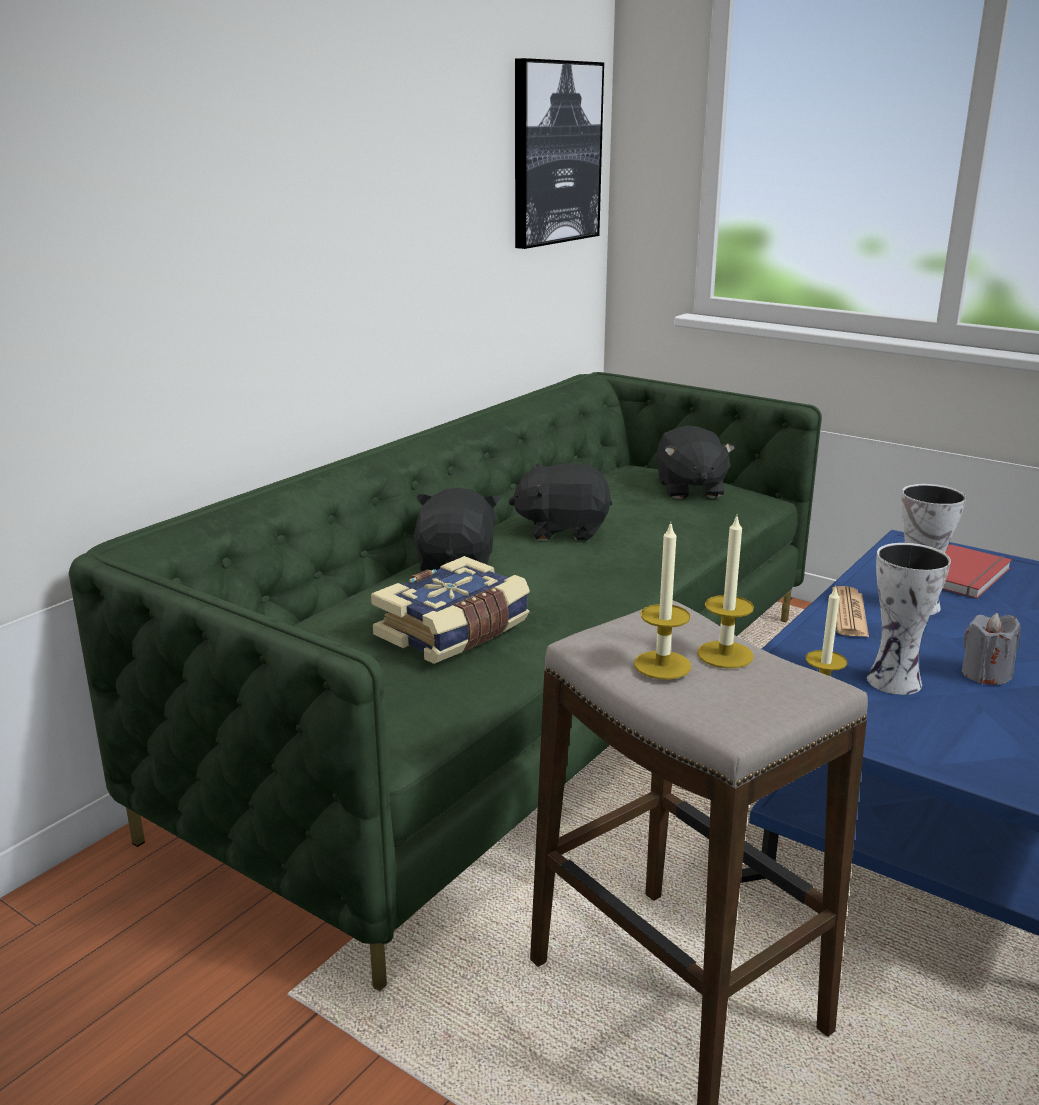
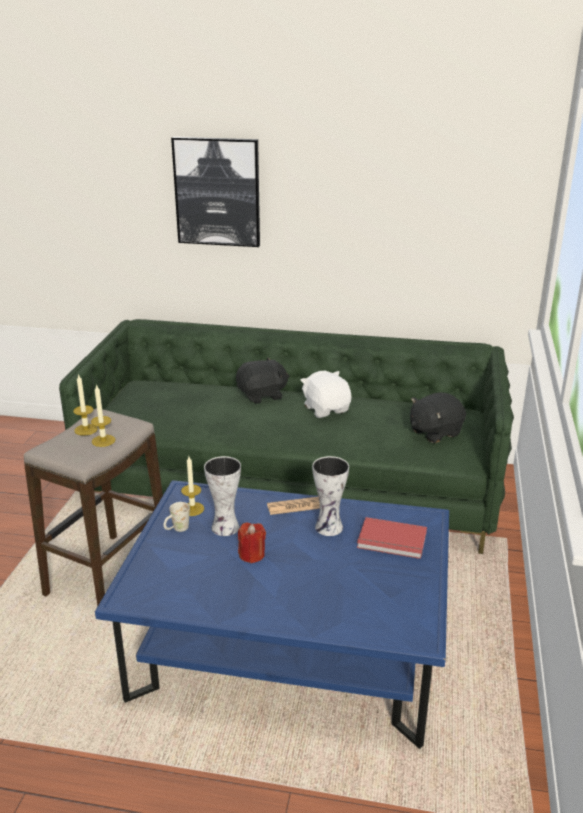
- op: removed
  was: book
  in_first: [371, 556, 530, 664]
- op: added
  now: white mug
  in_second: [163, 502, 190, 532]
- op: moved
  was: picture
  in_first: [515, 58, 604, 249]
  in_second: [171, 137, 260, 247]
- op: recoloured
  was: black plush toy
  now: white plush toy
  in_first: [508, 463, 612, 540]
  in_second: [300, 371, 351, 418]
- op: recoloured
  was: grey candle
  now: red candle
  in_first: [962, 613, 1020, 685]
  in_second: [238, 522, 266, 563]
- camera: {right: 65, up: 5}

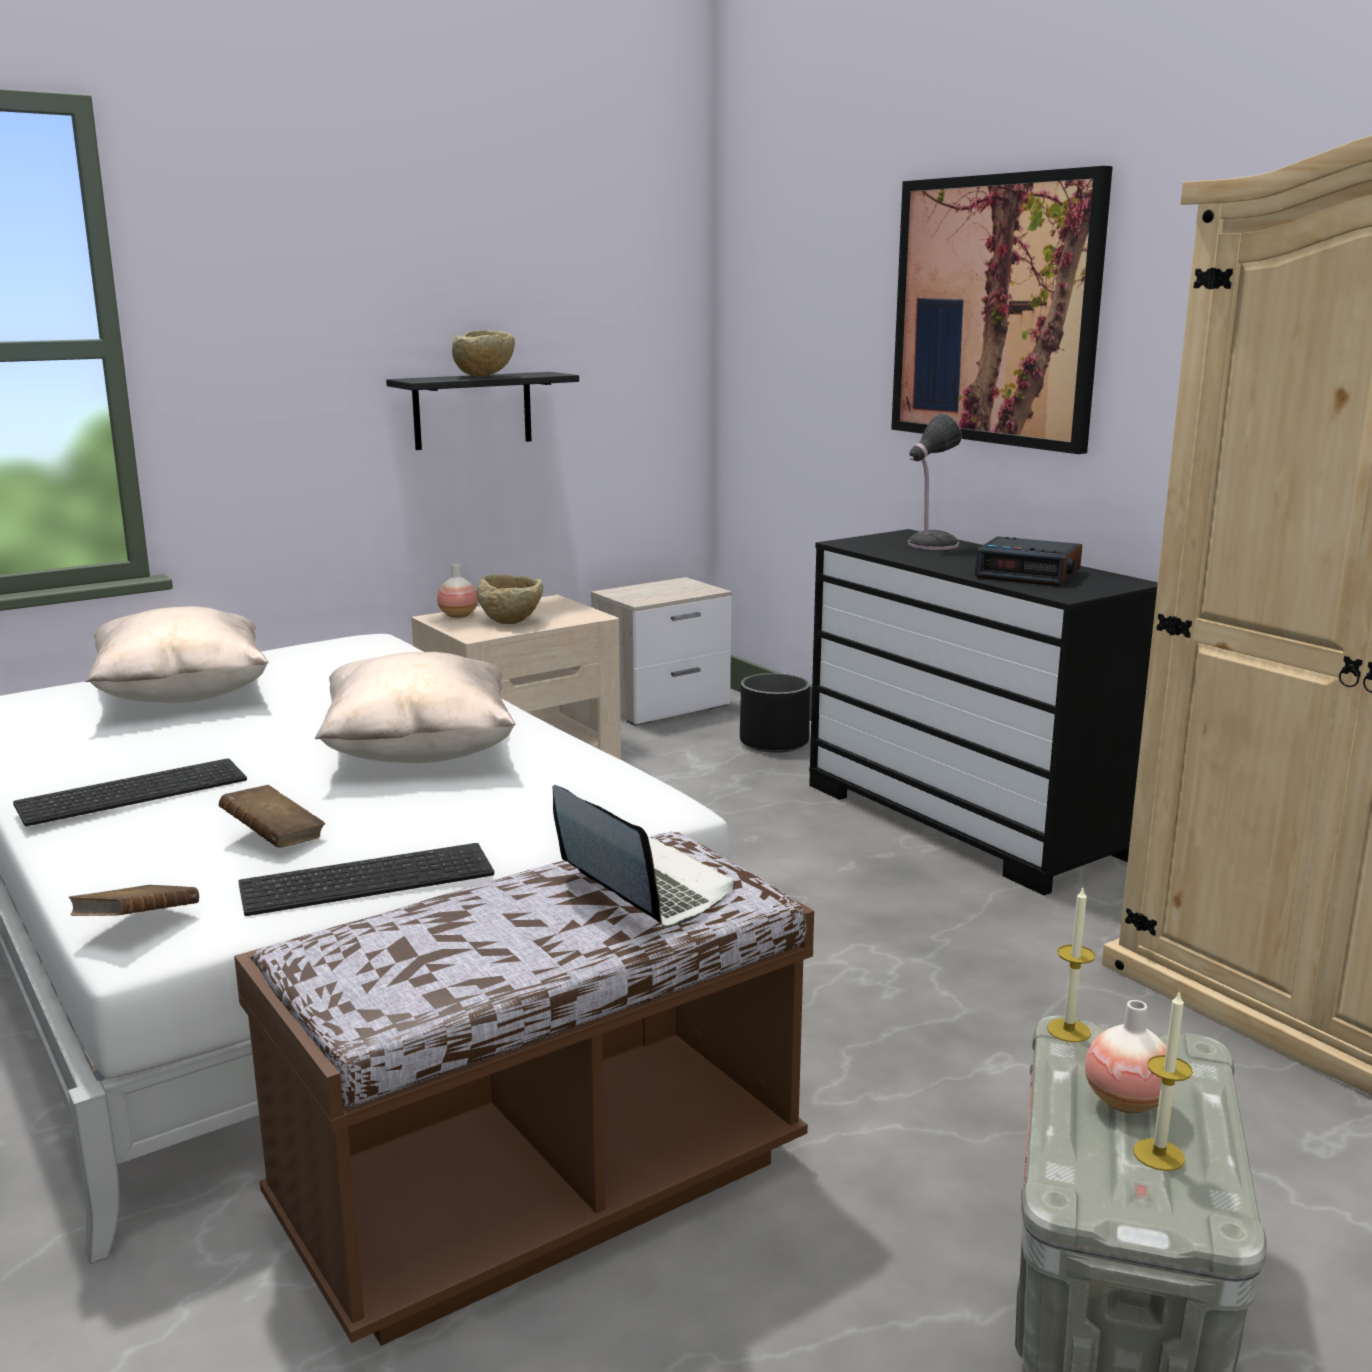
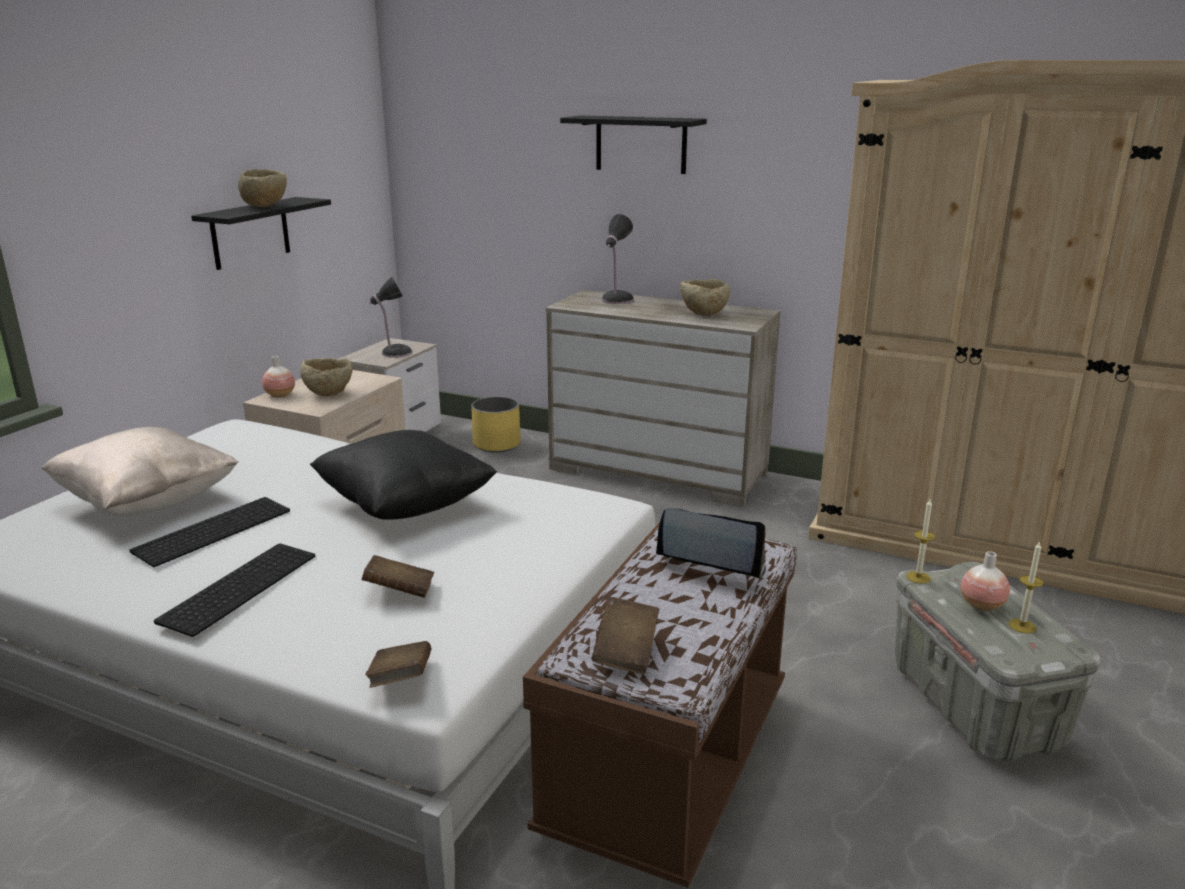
- op: added
  now: table lamp
  in_second: [369, 276, 412, 358]
- op: added
  now: brown book
  in_second: [592, 597, 659, 674]
- op: moved
  was: keyboard
  in_first: [238, 843, 494, 916]
  in_second: [130, 497, 290, 567]
- op: replaced
  was: picture
  now: black shelf
  in_first: [891, 166, 1113, 454]
  in_second: [560, 116, 707, 174]
- op: replaced
  was: alarm clock
  now: beige bowl
  in_first: [974, 536, 1082, 586]
  in_second: [680, 279, 730, 316]
- op: recoloured
  was: beige pillow
  now: black pillow
  in_first: [315, 652, 516, 763]
  in_second: [310, 430, 497, 520]
- op: recoloured
  was: black planter
  now: yellow planter
  in_first: [740, 673, 810, 753]
  in_second: [471, 397, 521, 452]
- op: recoloured
  was: black dresser
  now: beige dresser
  in_first: [809, 529, 1158, 896]
  in_second: [546, 290, 780, 507]
- camera: {right: -30, up: 5}

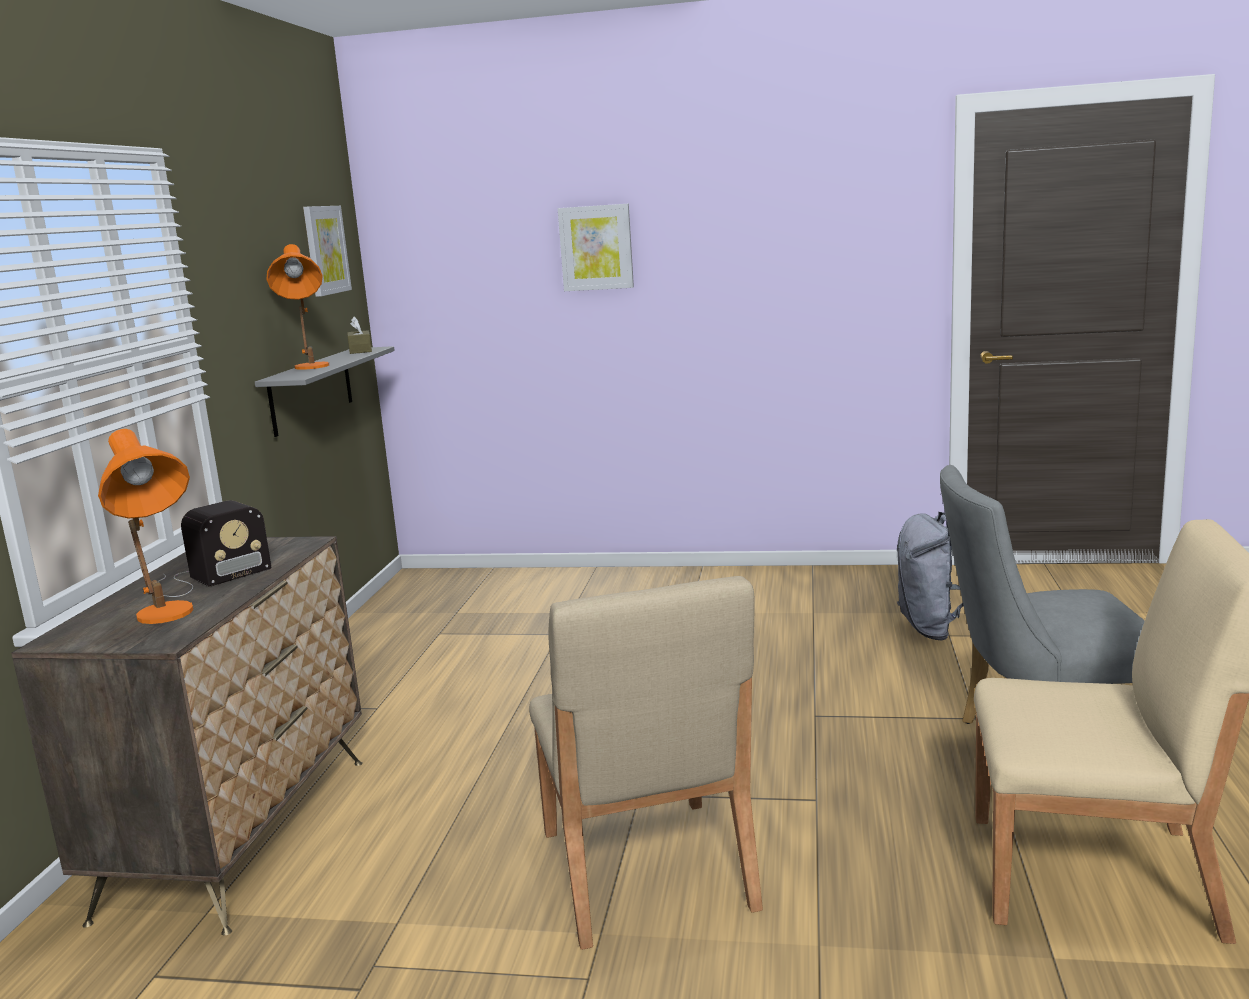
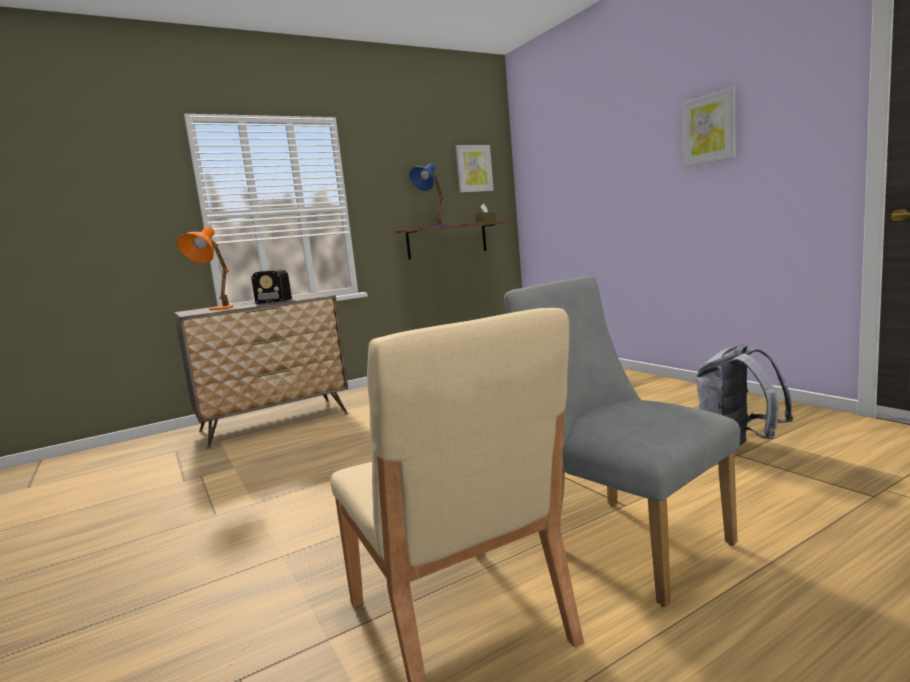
- op: removed
  was: beige chair
  in_first: [529, 576, 763, 950]
- op: moved
  was: picture
  in_first: [558, 204, 634, 291]
  in_second: [682, 87, 736, 167]
- op: recoloured
  was: grey shelf
  now: brown shelf
  in_first: [255, 346, 395, 437]
  in_second: [395, 221, 506, 260]
- op: recoloured
  was: orange table lamp
  now: blue table lamp
  in_first: [266, 244, 329, 370]
  in_second: [409, 163, 445, 227]
- camera: {right: 50, up: -5}

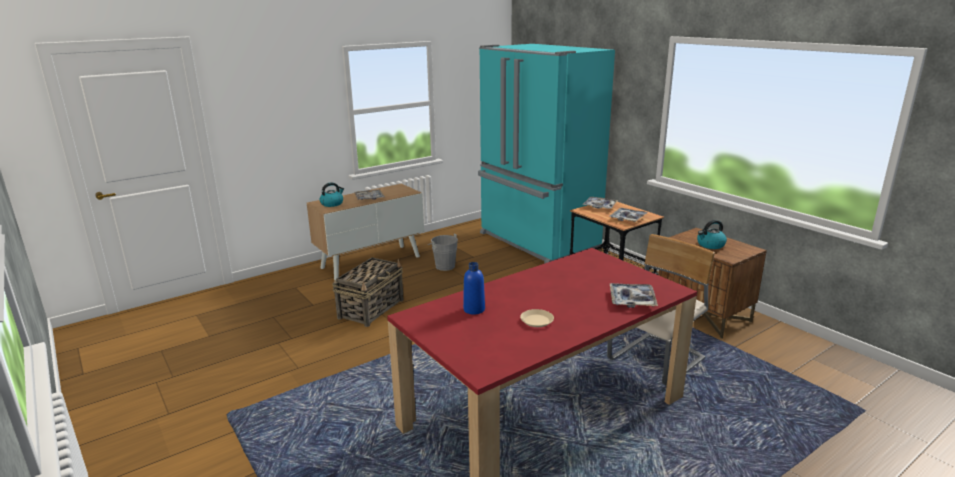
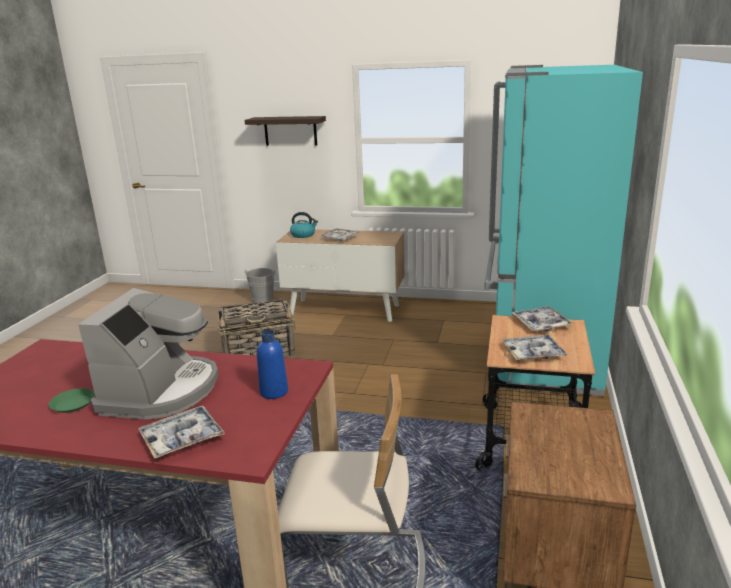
- op: removed
  was: kettle
  in_first: [697, 220, 727, 249]
- op: added
  now: coffee machine
  in_second: [78, 288, 219, 420]
- op: added
  now: shelf
  in_second: [245, 116, 326, 146]
- op: moved
  was: grey bucket
  in_first: [428, 234, 458, 271]
  in_second: [245, 268, 277, 303]
- op: moved
  was: blue bottle
  in_first: [463, 262, 485, 314]
  in_second: [257, 330, 288, 399]
- op: recoloured
  was: beige plate
  now: green plate
  in_first: [520, 309, 554, 327]
  in_second: [48, 388, 95, 413]
- camera: {right: 50, up: 0}

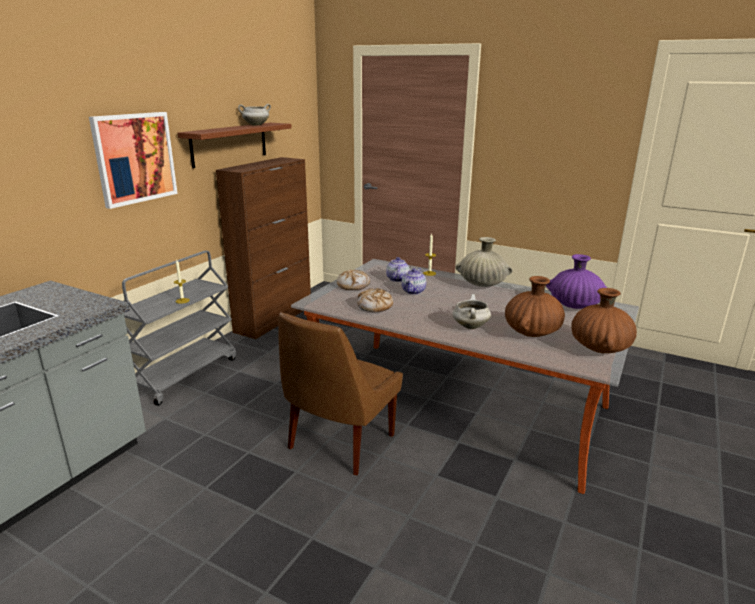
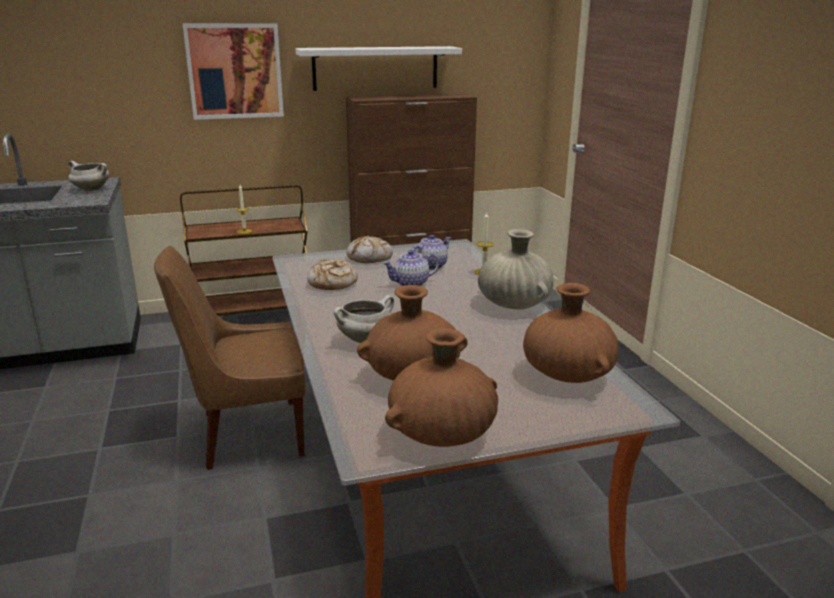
- op: moved
  was: white cooking pot
  in_first: [238, 104, 271, 126]
  in_second: [68, 161, 109, 191]
- op: recoloured
  was: grey cart
  now: brown cart
  in_first: [122, 250, 236, 406]
  in_second: [180, 185, 308, 316]
- op: recoloured
  was: brown shelf
  now: white shelf
  in_first: [178, 123, 292, 168]
  in_second: [295, 46, 462, 91]
- op: recoloured
  was: purple vase
  now: brown vase
  in_first: [546, 254, 607, 309]
  in_second: [523, 283, 619, 383]
- camera: {right: 45, up: 0}

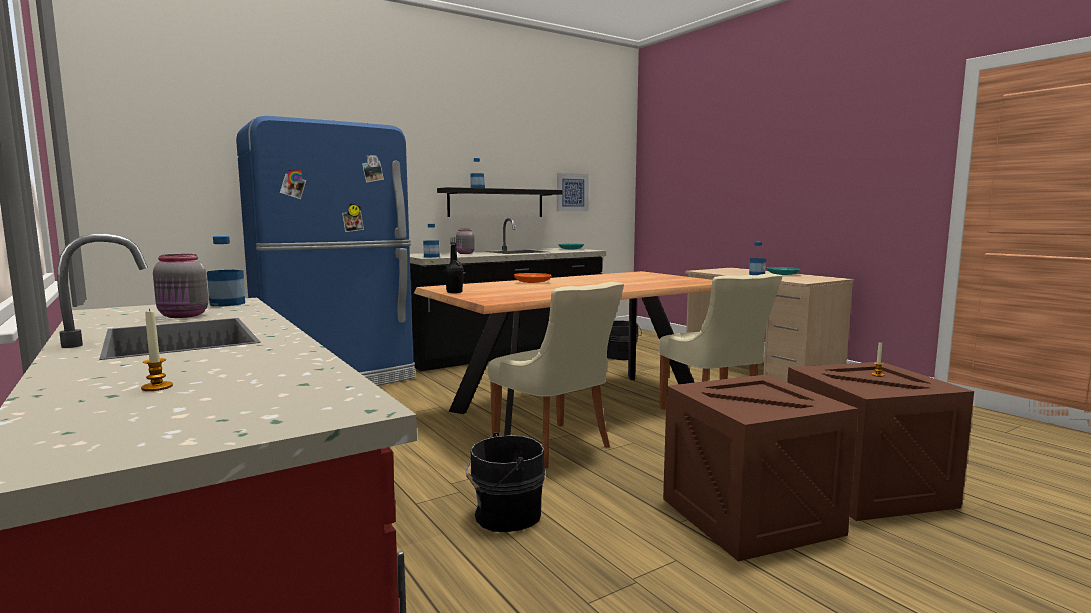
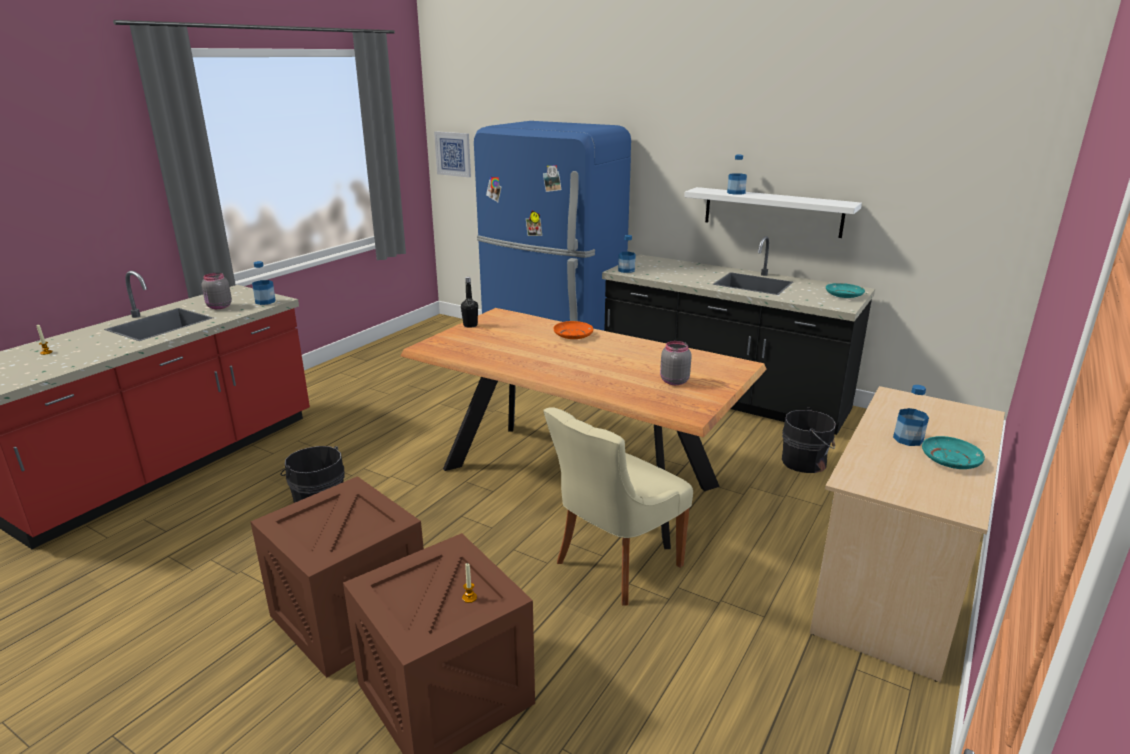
- op: removed
  was: beige chair
  in_first: [488, 282, 624, 469]
- op: moved
  was: grey jar
  in_first: [456, 229, 475, 254]
  in_second: [660, 341, 692, 385]
- op: moved
  was: picture
  in_first: [557, 173, 589, 211]
  in_second: [434, 131, 471, 177]
- op: recoloured
  was: black shelf
  now: white shelf
  in_first: [437, 187, 562, 217]
  in_second: [684, 187, 862, 238]
- camera: {right: 65, up: 15}

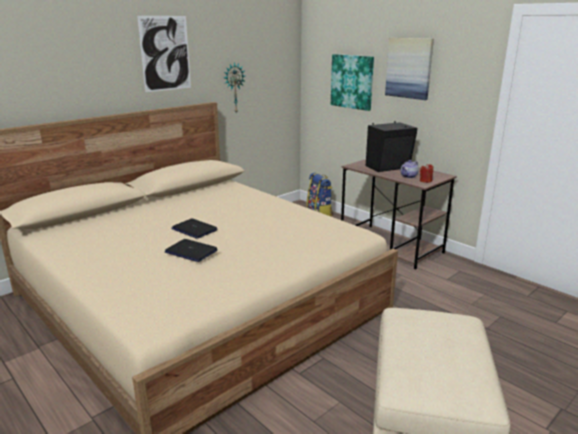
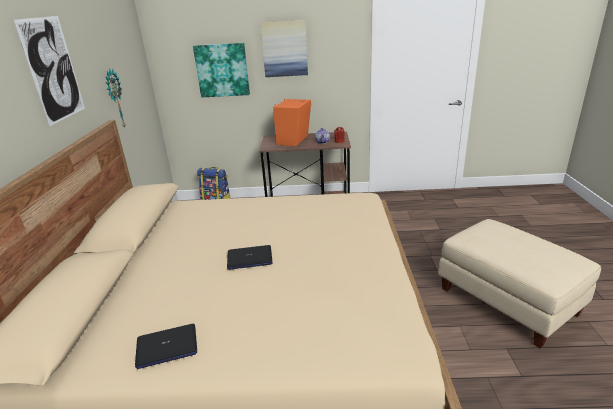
- op: moved
  was: laptop
  in_first: [165, 239, 218, 262]
  in_second: [135, 324, 197, 369]
- op: recoloured
  was: black speaker
  now: orange speaker
  in_first: [366, 121, 417, 172]
  in_second: [273, 99, 311, 146]
- camera: {right: -45, up: 5}

